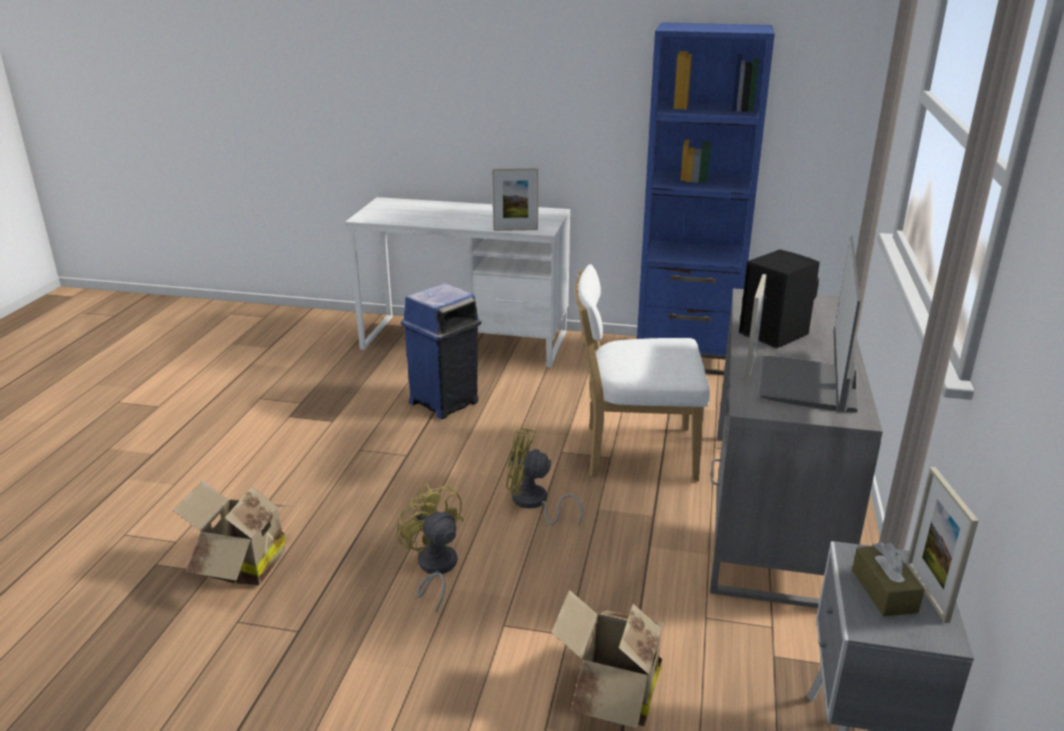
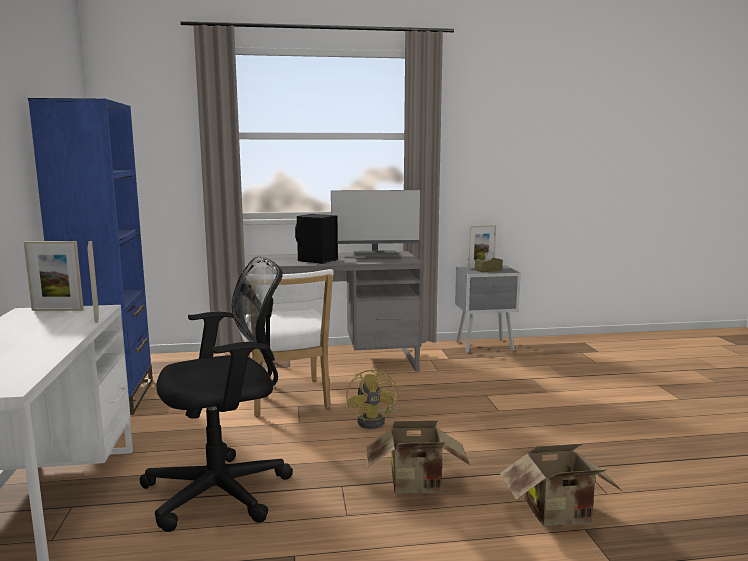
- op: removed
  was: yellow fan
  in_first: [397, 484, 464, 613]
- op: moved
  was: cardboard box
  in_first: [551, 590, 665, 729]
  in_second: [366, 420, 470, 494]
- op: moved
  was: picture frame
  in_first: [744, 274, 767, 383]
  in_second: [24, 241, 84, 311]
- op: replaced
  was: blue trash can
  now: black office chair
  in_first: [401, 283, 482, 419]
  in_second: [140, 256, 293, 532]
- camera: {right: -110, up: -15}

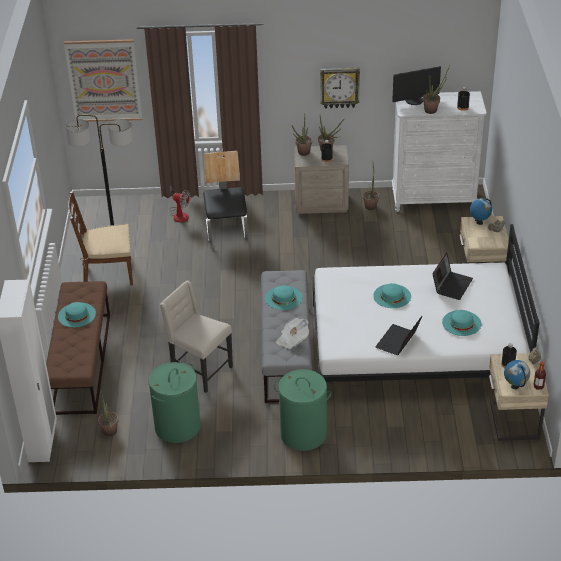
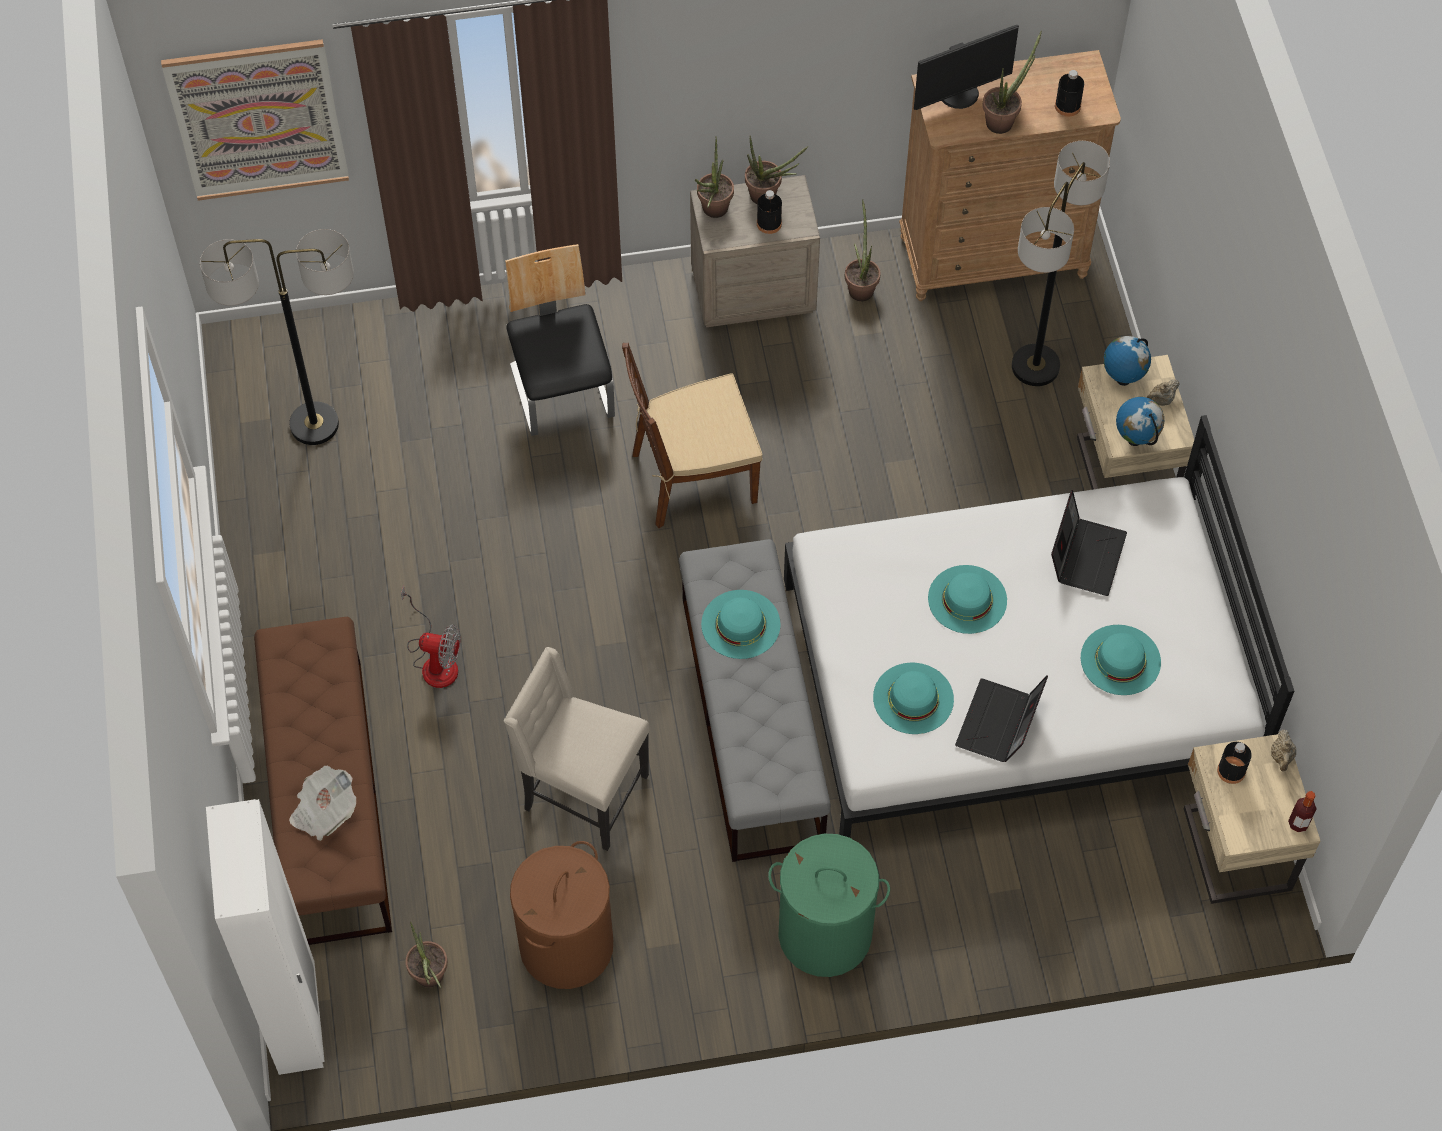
- op: removed
  was: wall clock
  in_first: [320, 67, 360, 108]
- op: added
  now: floor lamp
  in_second: [1012, 141, 1110, 386]
- op: moved
  was: turquoise hat
  in_first: [58, 302, 96, 327]
  in_second: [873, 663, 954, 734]
- op: moved
  was: brown chair
  in_first: [68, 191, 133, 285]
  in_second: [622, 343, 763, 528]
- op: moved
  was: fan
  in_first: [169, 186, 191, 222]
  in_second: [401, 586, 461, 688]
- op: moved
  was: newspaper
  in_first: [276, 318, 309, 350]
  in_second: [289, 765, 356, 841]
- op: moved
  was: globe
  in_first: [504, 360, 530, 389]
  in_second: [1116, 397, 1164, 446]
- op: recoloured
  was: green laundry basket
  now: brown laundry basket
  in_first: [149, 362, 201, 443]
  in_second: [510, 841, 613, 989]
- op: recoloured
  was: white dresser
  now: brown dresser
  in_first: [392, 91, 486, 212]
  in_second: [899, 50, 1121, 301]
- camera: {right: -10, up: 20}

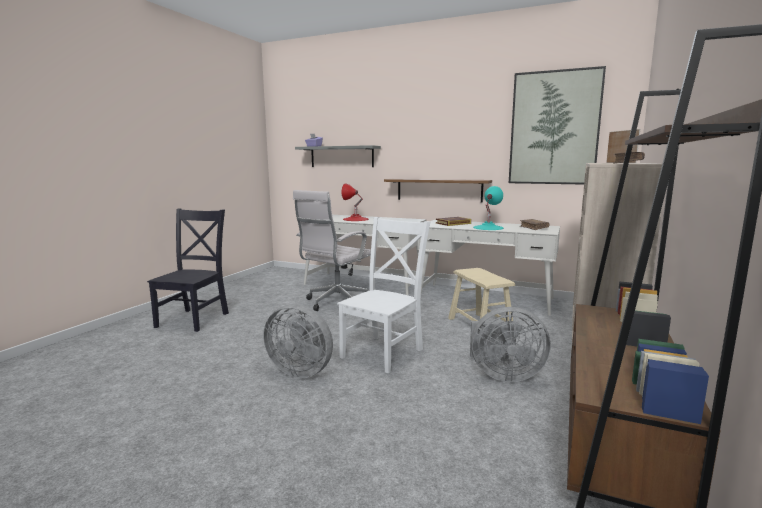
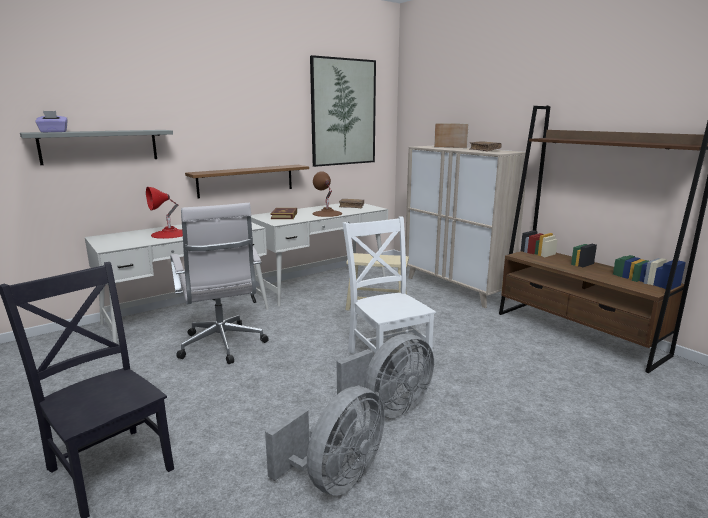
- op: moved
  was: grey fan
  in_first: [470, 307, 551, 382]
  in_second: [265, 386, 385, 496]
- op: recoloured
  was: turquoise table lamp
  now: brown table lamp
  in_first: [473, 186, 504, 230]
  in_second: [313, 171, 342, 217]
- camera: {right: -60, up: 5}

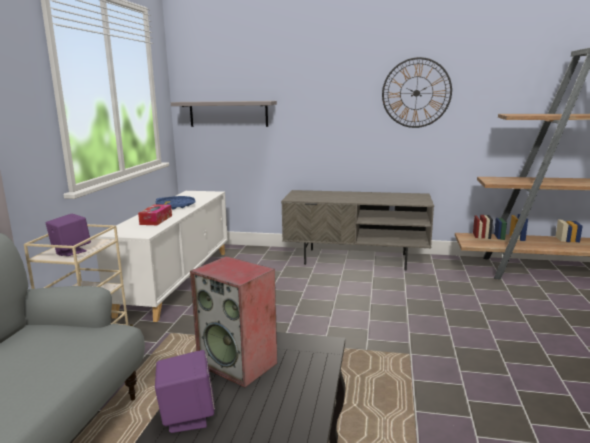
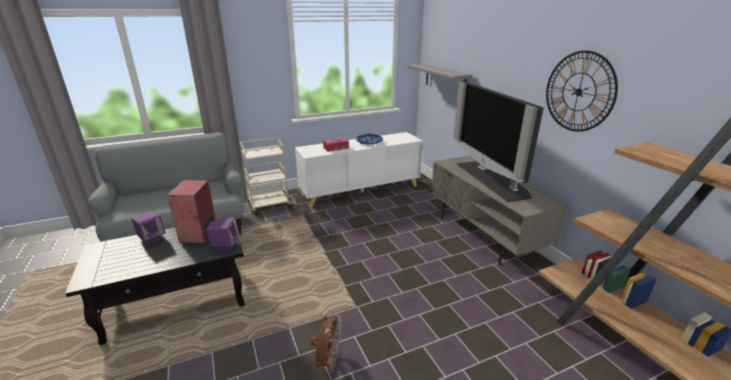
- op: added
  now: brown fan
  in_second: [311, 315, 341, 373]
- op: added
  now: television
  in_second: [453, 81, 544, 202]
- op: moved
  was: purple speaker
  in_first: [46, 214, 91, 256]
  in_second: [206, 218, 240, 251]
- camera: {right: 55, up: 10}

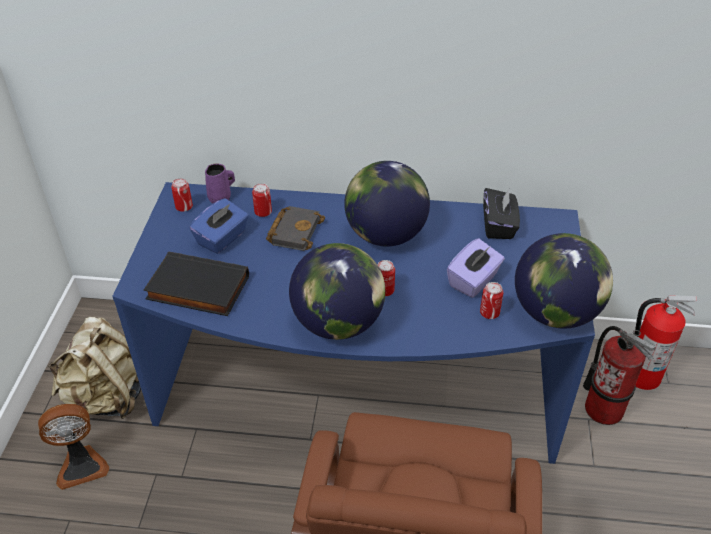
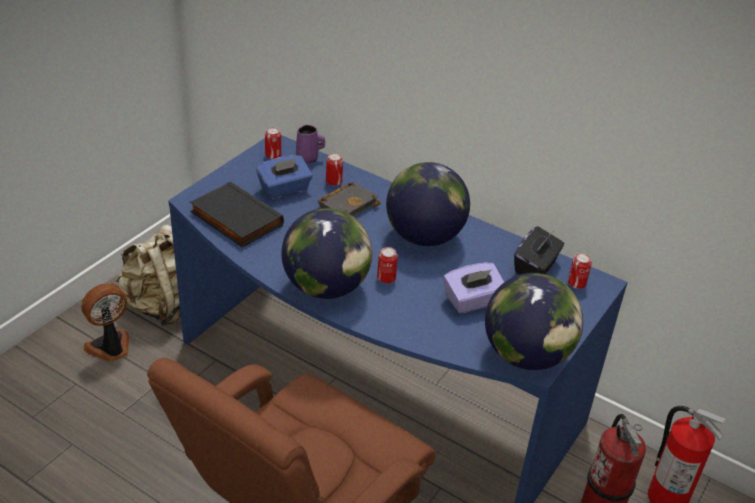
- op: moved
  was: can
  in_first: [480, 282, 504, 319]
  in_second: [568, 253, 592, 289]
- op: turned
  was: fan
  in_first: [38, 404, 109, 490]
  in_second: [81, 283, 129, 362]
  clockwise: 135
- camera: {right: 25, up: -5}

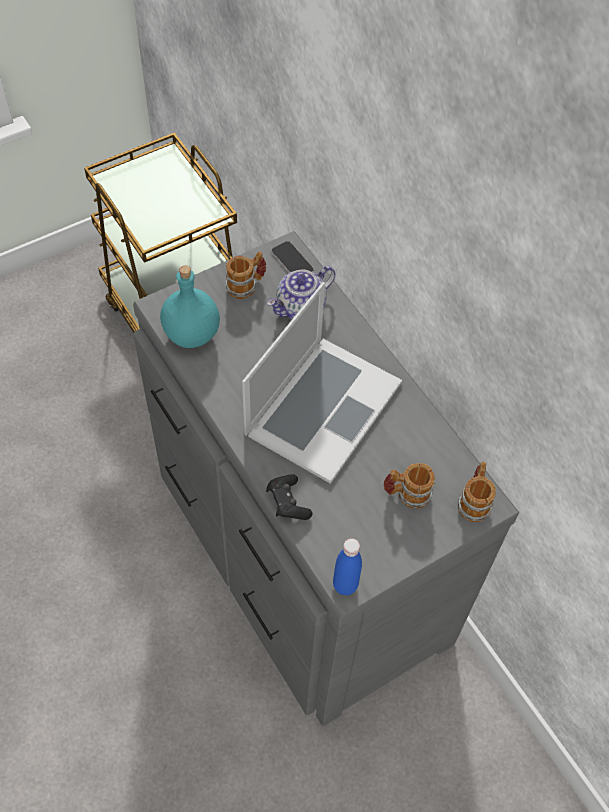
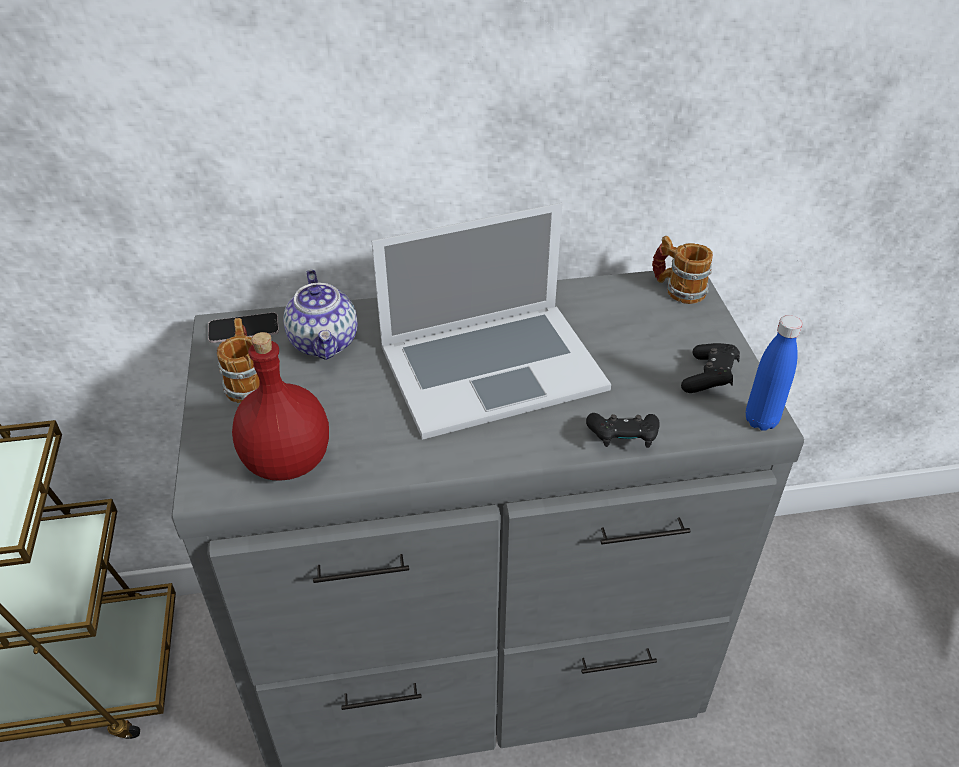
- op: removed
  was: mug
  in_first: [383, 463, 435, 509]
- op: added
  now: black game controller
  in_second: [681, 343, 740, 393]
- op: recoloured
  was: turquoise bottle
  now: red bottle
  in_first: [160, 265, 220, 348]
  in_second: [232, 332, 329, 481]
- op: turned
  was: laptop
  in_first: [242, 282, 402, 484]
  in_second: [372, 203, 611, 440]
  clockwise: 105
- camera: {right: -65, up: -15}

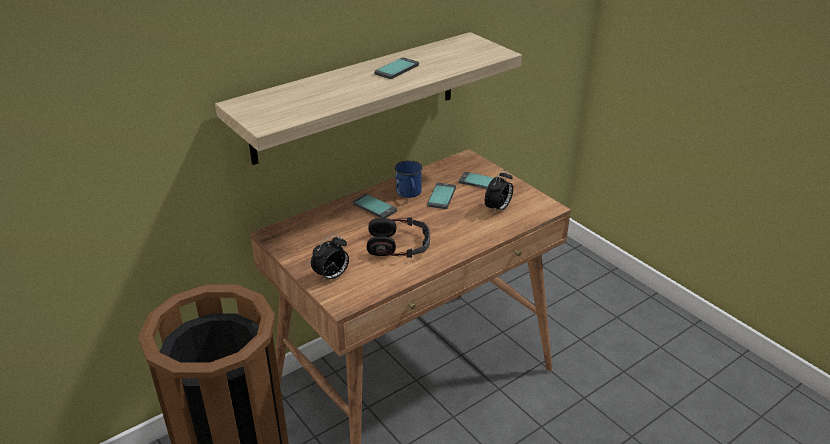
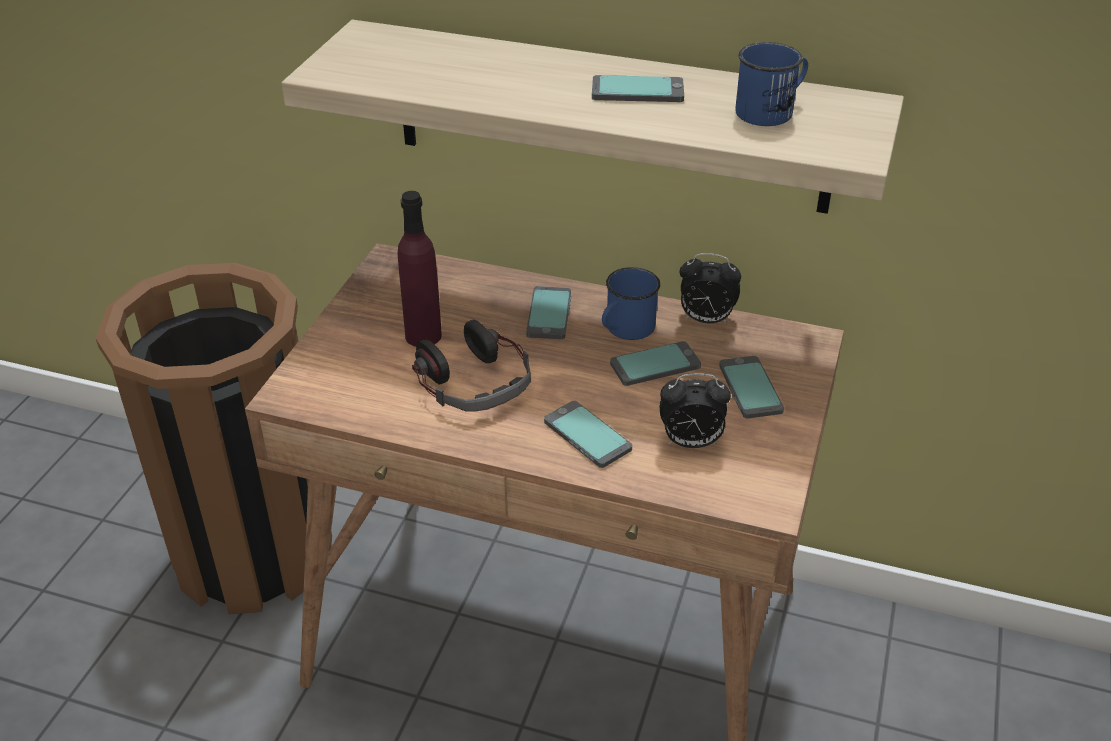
- op: added
  now: purple bottle
  in_second: [398, 191, 442, 347]
- op: added
  now: phone
  in_second: [544, 401, 632, 468]
- op: added
  now: blue mug
  in_second: [735, 42, 808, 126]
- op: moved
  was: alarm clock
  in_first: [311, 234, 349, 282]
  in_second: [680, 253, 741, 324]
- camera: {right: 55, up: 5}

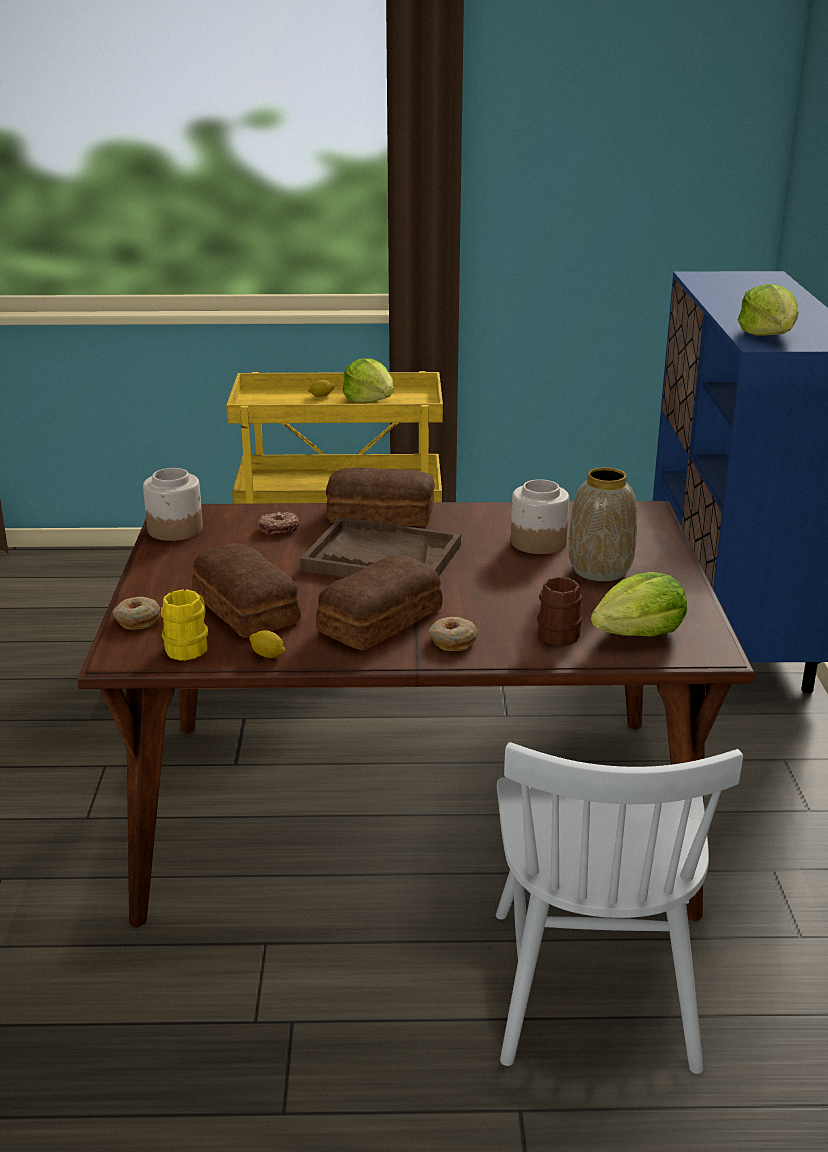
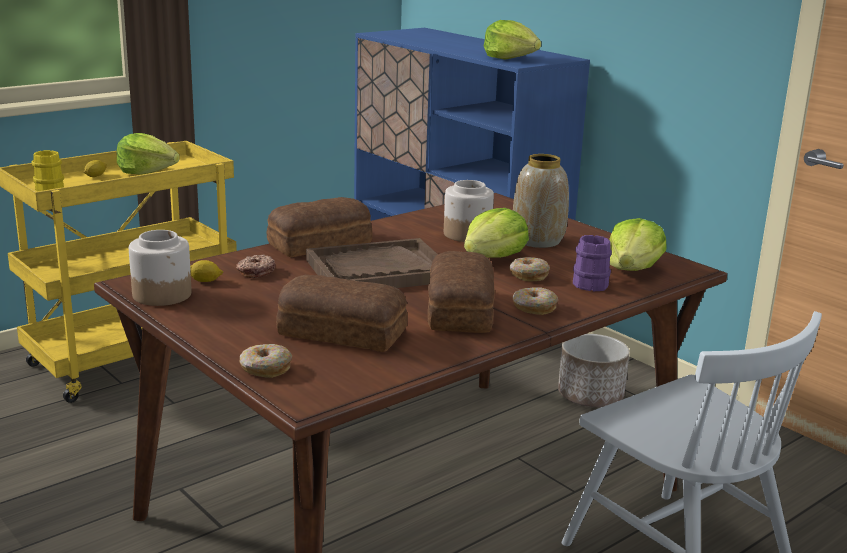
- op: added
  now: lettuce
  in_second: [464, 208, 529, 258]
- op: added
  now: donut
  in_second: [509, 257, 550, 281]
- op: added
  now: planter
  in_second: [558, 334, 630, 407]
- op: moved
  was: yellow mug
  in_first: [161, 589, 208, 661]
  in_second: [32, 150, 64, 191]
- op: moved
  was: lemon
  in_first: [250, 630, 286, 658]
  in_second: [190, 260, 223, 282]
- op: recoloured
  was: brown mug
  now: purple mug
  in_first: [537, 577, 582, 646]
  in_second: [573, 235, 612, 292]
- camera: {right: -40, up: -5}

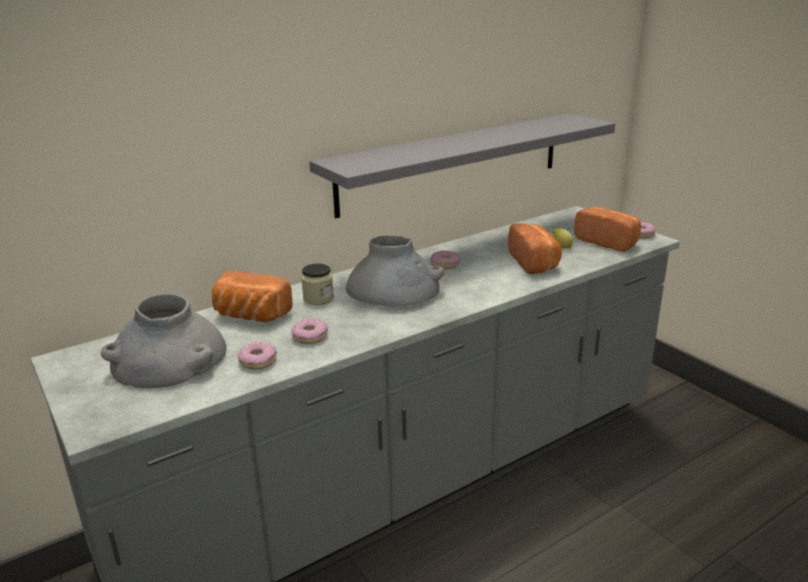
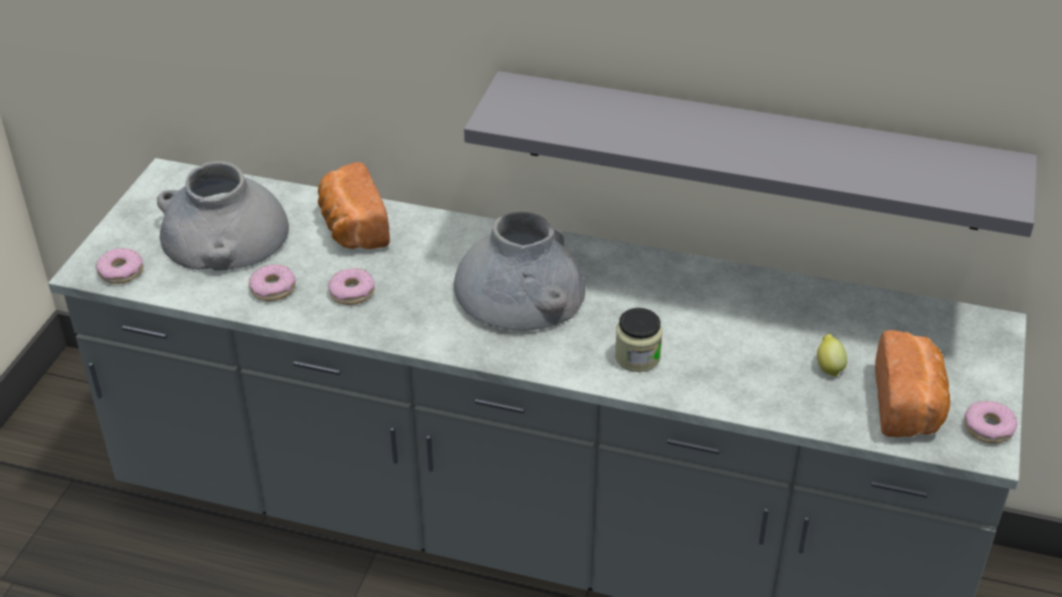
- op: removed
  was: bread
  in_first: [508, 223, 562, 274]
- op: moved
  was: jar
  in_first: [301, 263, 334, 305]
  in_second: [615, 308, 663, 372]
- op: moved
  was: donut
  in_first: [430, 250, 460, 269]
  in_second: [95, 248, 144, 284]
- camera: {right: 50, up: 15}

